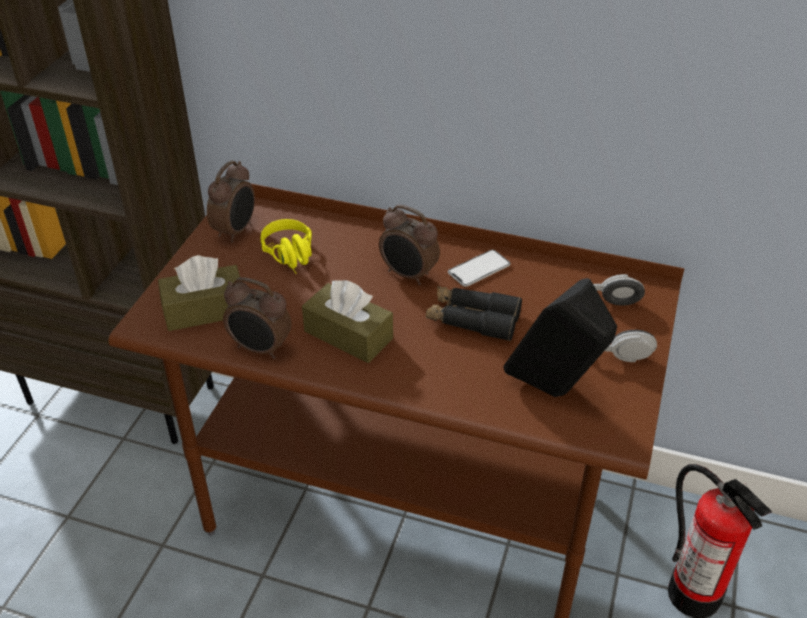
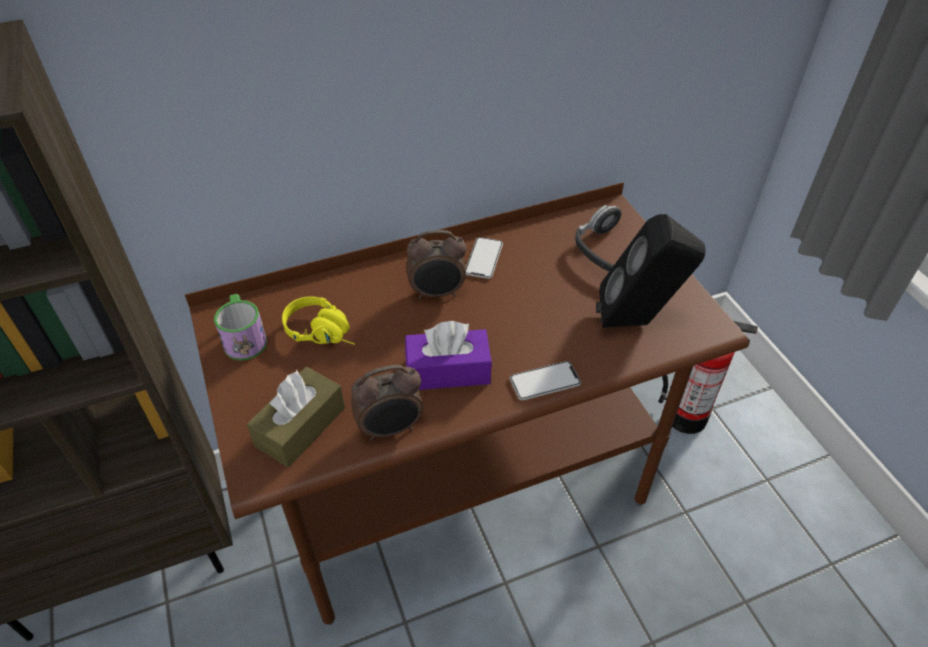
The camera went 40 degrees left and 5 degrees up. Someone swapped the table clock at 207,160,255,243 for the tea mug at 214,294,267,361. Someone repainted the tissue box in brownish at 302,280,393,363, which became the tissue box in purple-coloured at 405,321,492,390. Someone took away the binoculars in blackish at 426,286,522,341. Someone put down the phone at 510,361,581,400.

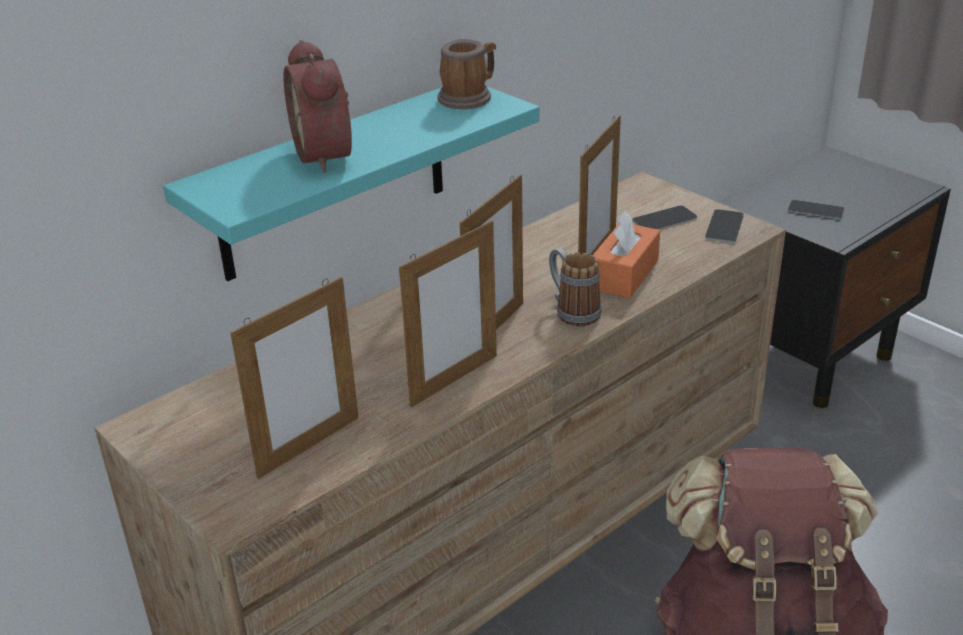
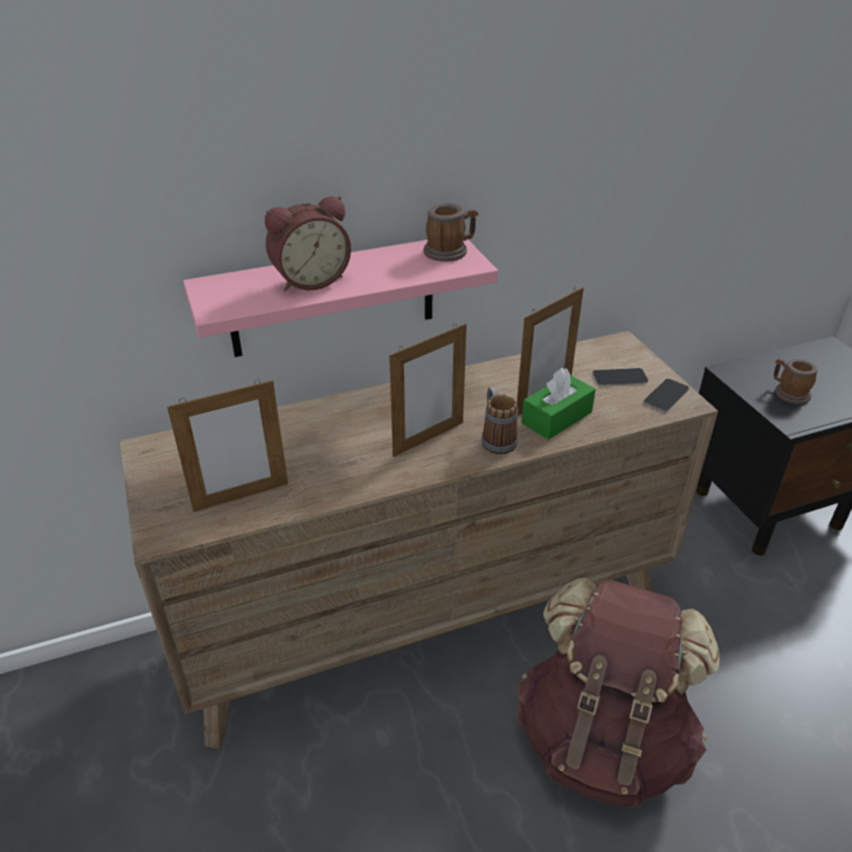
The camera went 20 degrees right and 5 degrees up. Someone rotated the table clock at 283,40,352,173 by 120 degrees counterclockwise. Someone repainted the shelf in blue-green at 163,86,539,281, which became the shelf in pink-coloured at 183,239,498,357. Someone swapped the phone at 788,200,844,219 for the tea mug at 774,359,818,404. Someone repainted the tissue box in orange at 593,211,660,298, which became the tissue box in green-coloured at 521,368,596,440. Someone took away the picture frame at 399,220,497,408.

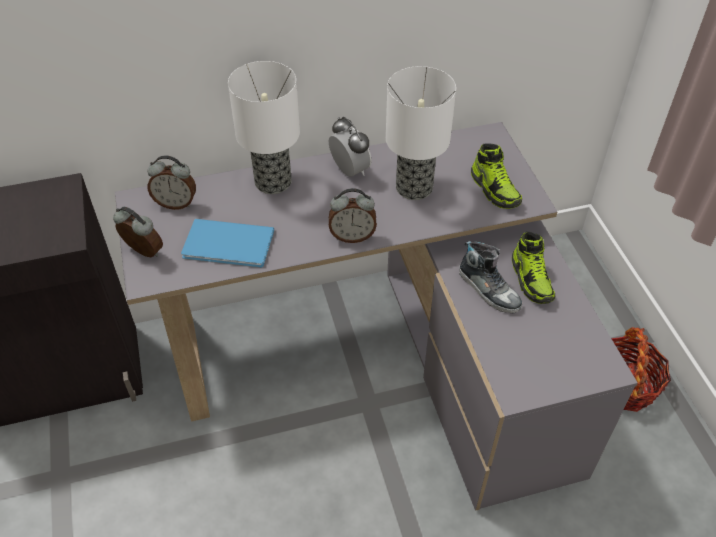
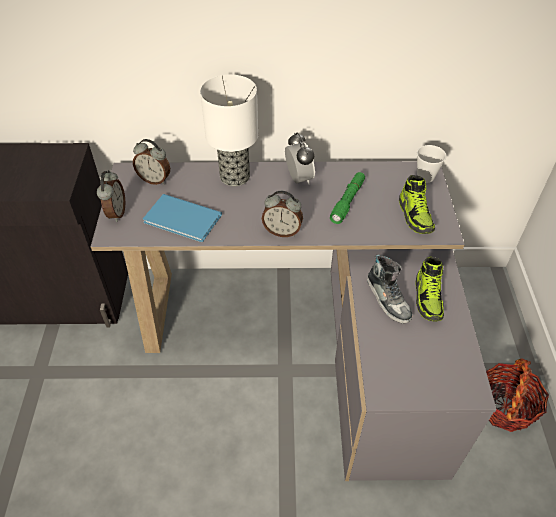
The camera went 15 degrees right and 0 degrees up. Someone swapped the tabletop lamp at 386,66,456,200 for the flashlight in green-coloured at 330,172,365,224. Someone rotated the table clock at 113,207,163,257 by 45 degrees clockwise. Someone put down the cup at 417,145,446,183.

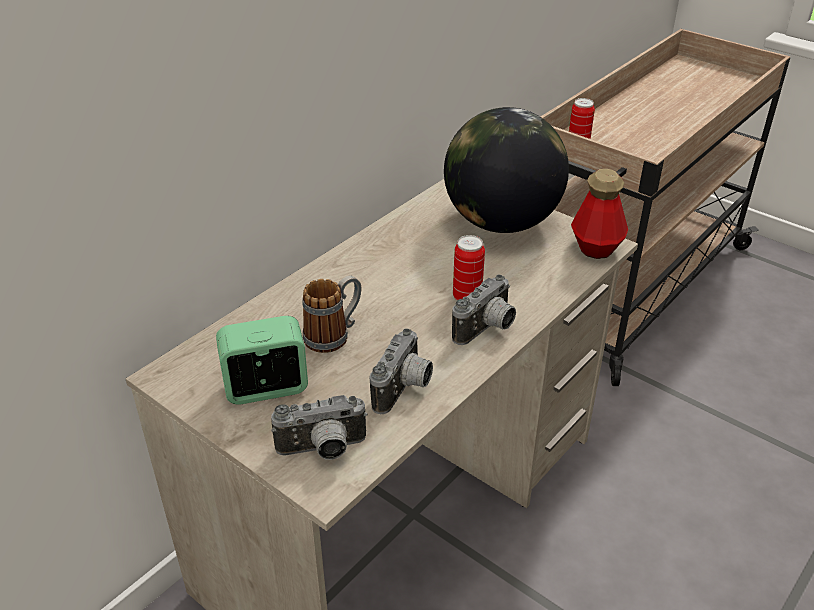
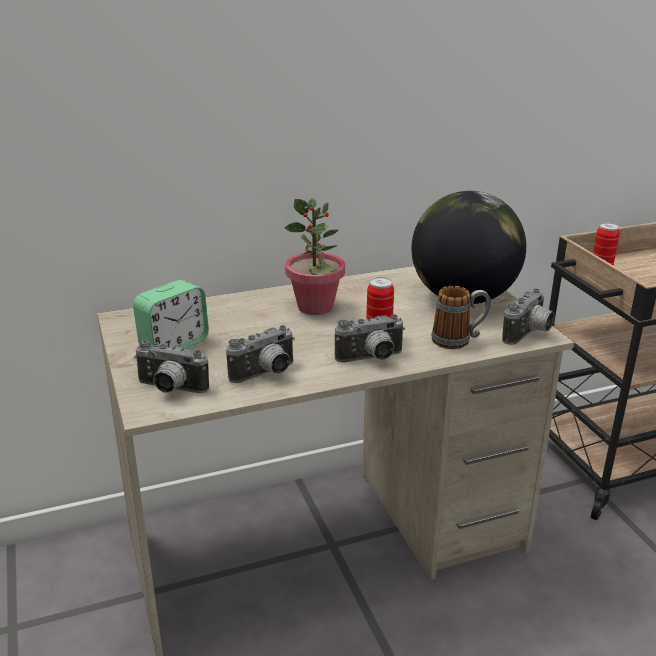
The camera went 30 degrees right and 10 degrees down. Someone swapped the bottle at 571,169,628,259 for the photo camera at 502,288,554,345. Someone carried the tea mug from 303,276,361,353 to 431,286,491,349. Someone rotated the table clock at 216,316,308,405 by 120 degrees clockwise. Someone put down the potted plant at 285,198,345,315.

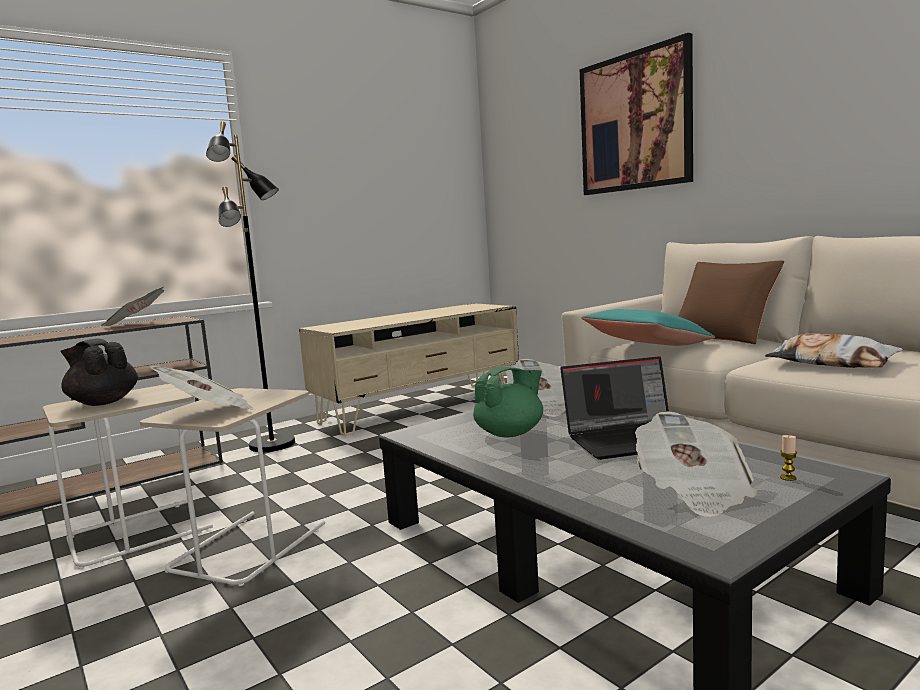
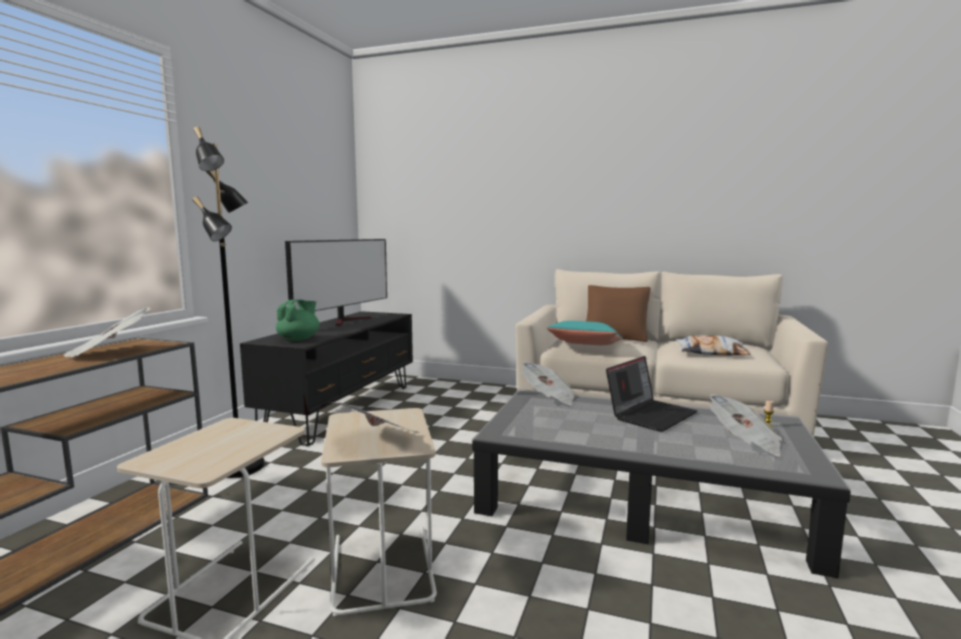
The camera went 35 degrees left and 0 degrees up. Someone took away the picture at 580,33,693,195. Someone repainted the tv unit in beige at 299,303,519,436, which became the tv unit in blackish at 240,311,413,446. Someone took away the teapot in blackish at 60,338,138,406. Someone carried the teapot in green-coloured from 473,367,543,437 to 276,299,320,341. Someone put down the television at 285,239,387,326.

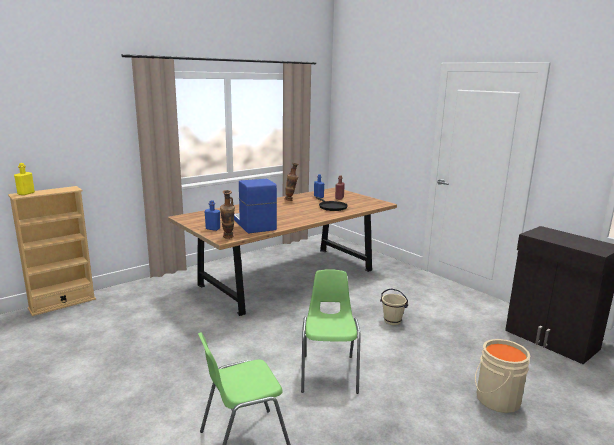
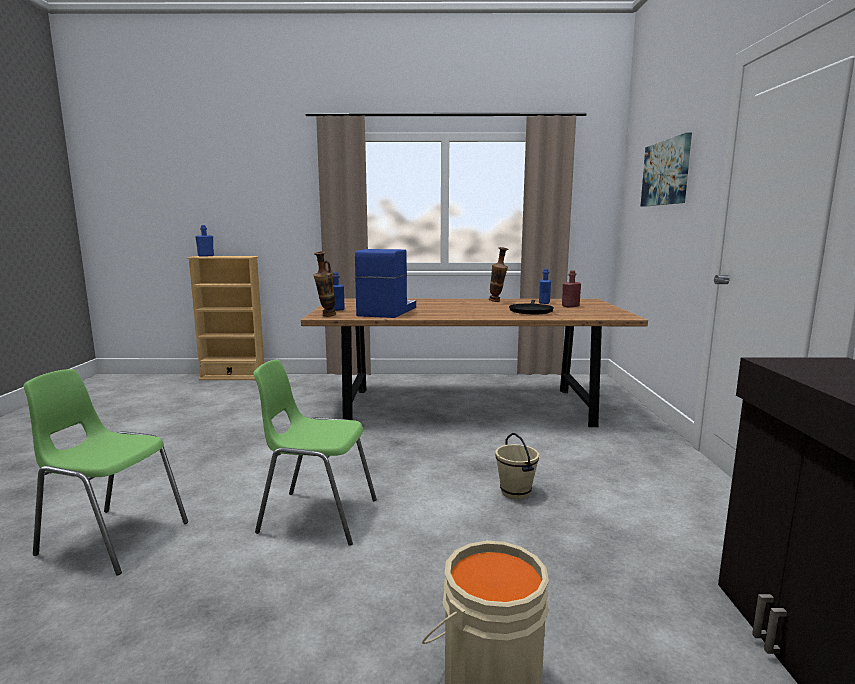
The camera went 40 degrees right and 5 degrees down. Someone repainted the bottle in yellow at 14,163,35,195, which became the bottle in blue-coloured at 196,225,214,257. Someone rotated the plain chair in green-coloured at 301,269,361,394 by 120 degrees counterclockwise. Someone put up the picture at 640,133,692,207.

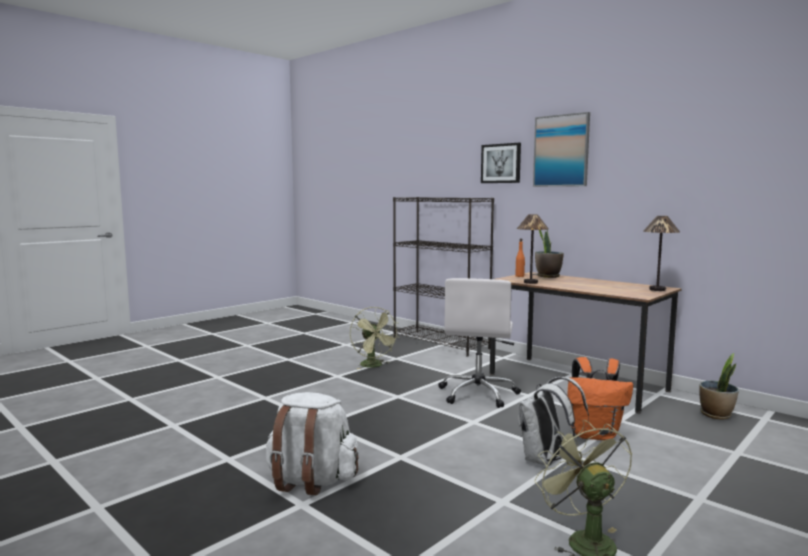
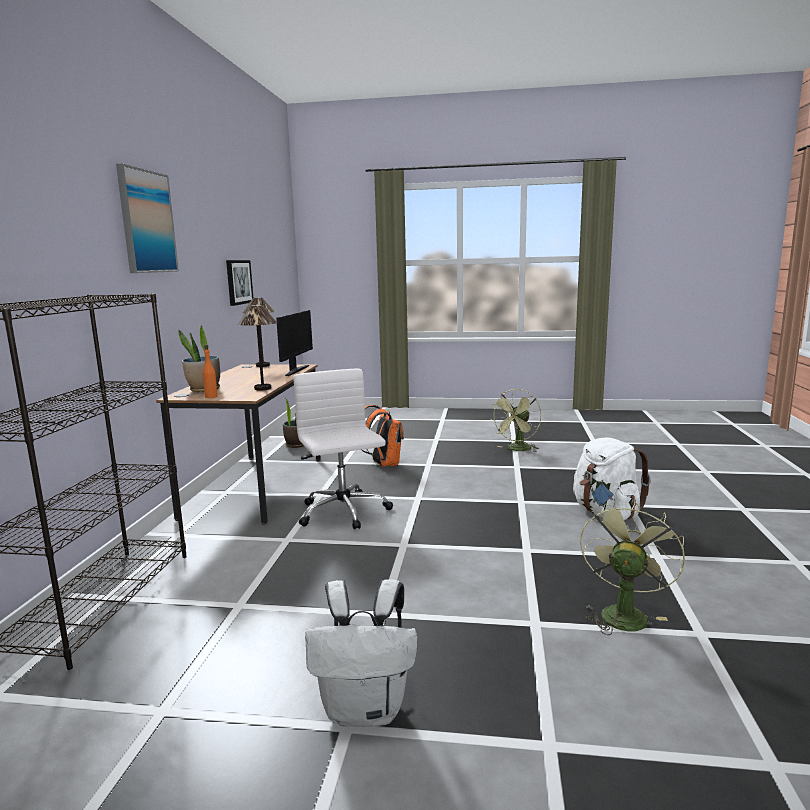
The camera went 125 degrees left and 5 degrees up. Someone carried the picture from 481,143,521,183 to 226,260,253,306. Someone rotated the computer chair in whitish at 438,278,521,408 by 90 degrees counterclockwise. Someone carried the cooling fan in green-coloured from 350,307,399,369 to 580,500,685,635. Someone carried the knapsack in whitish from 518,377,589,466 to 305,579,417,727. Someone put down the computer display at 276,310,313,376.

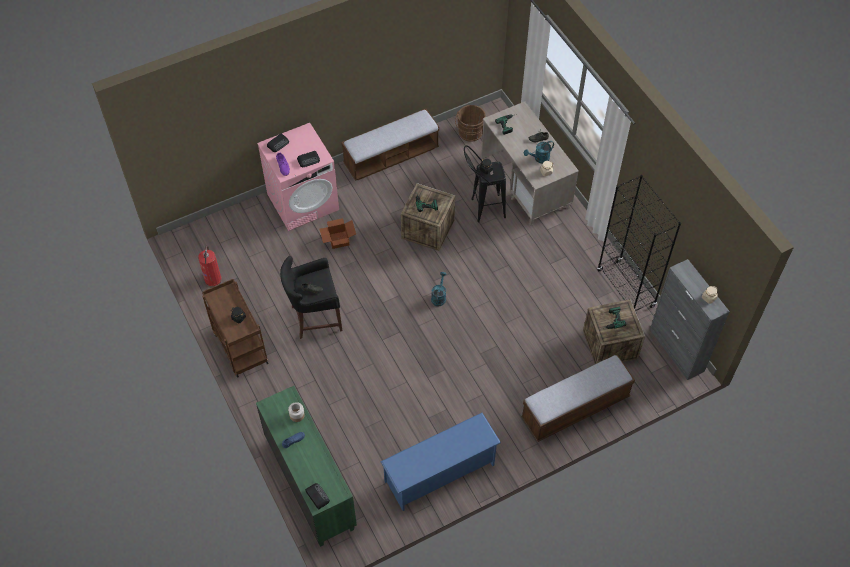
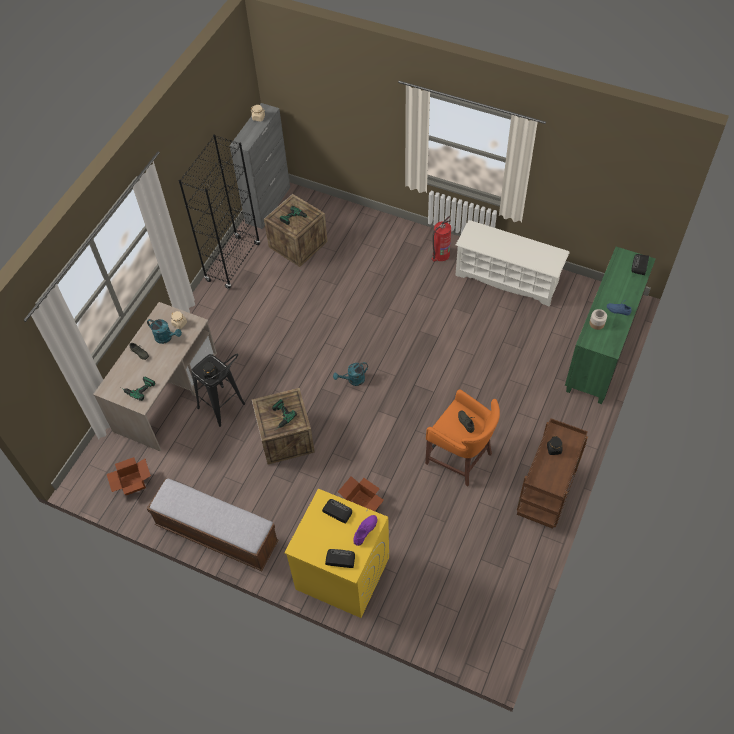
The camera went 125 degrees left and 0 degrees up. Someone swapped the bucket in brownish at 455,105,486,142 for the carton at 107,457,151,495. Someone repainted the laundry machine in pink-coloured at 257,123,339,231, which became the laundry machine in yellow at 284,489,389,618. Someone carried the fire-fighting cylinder from 198,245,222,286 to 432,216,451,261. Someone repainted the sitting stool in blackish at 280,256,342,339, which became the sitting stool in orange at 425,389,500,487. Someone took away the bench at 521,355,635,442. Someone repainted the shoe rack in blue-coloured at 381,413,501,511, which became the shoe rack in whitish at 455,220,570,307.

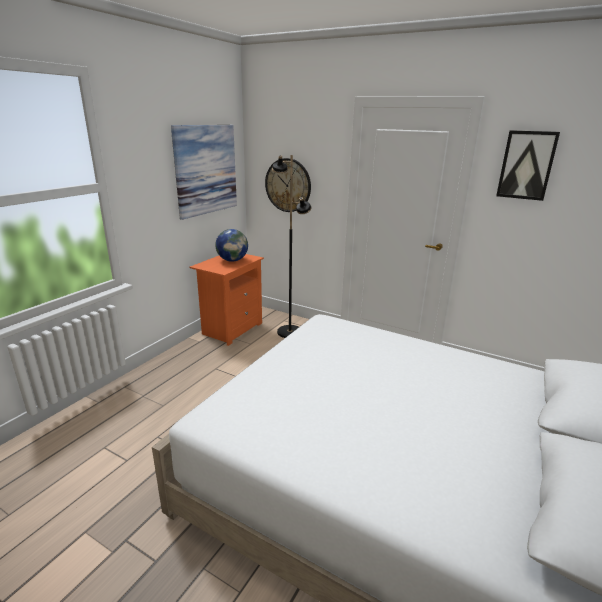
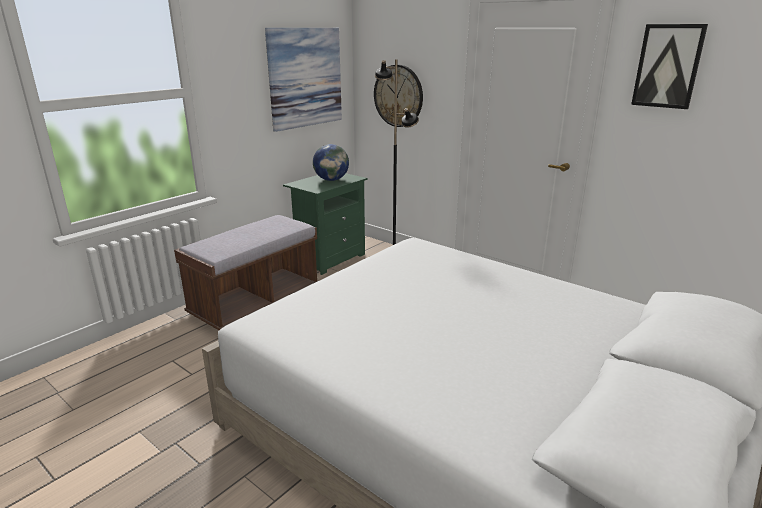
The camera went 10 degrees right and 0 degrees up. Someone repainted the nightstand in orange at 190,254,264,346, which became the nightstand in green-coloured at 283,173,367,275. Someone put down the bench in brownish at 174,215,318,330.

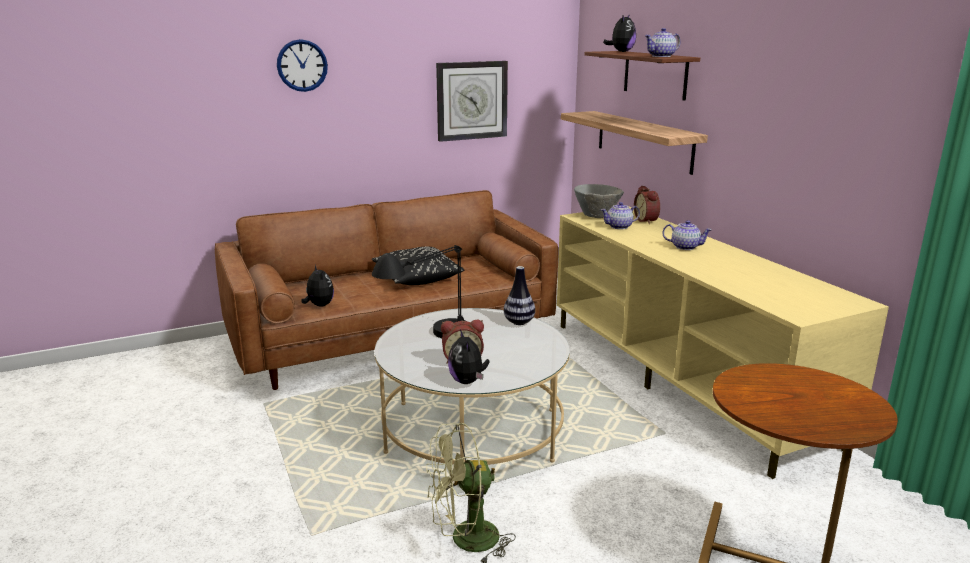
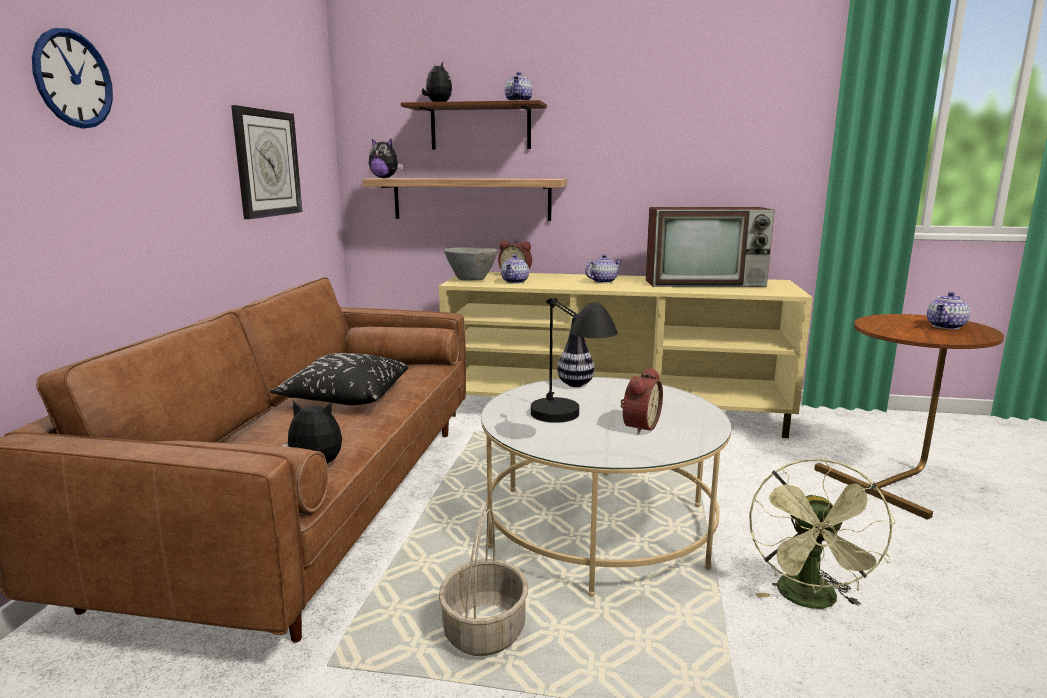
The camera went 55 degrees left and 5 degrees down. Someone carried the plush toy from 448,329,490,384 to 369,139,403,178. Someone put down the television at 646,207,775,287. Someone put down the teapot at 927,292,970,330. Someone put down the basket at 438,508,528,656.

